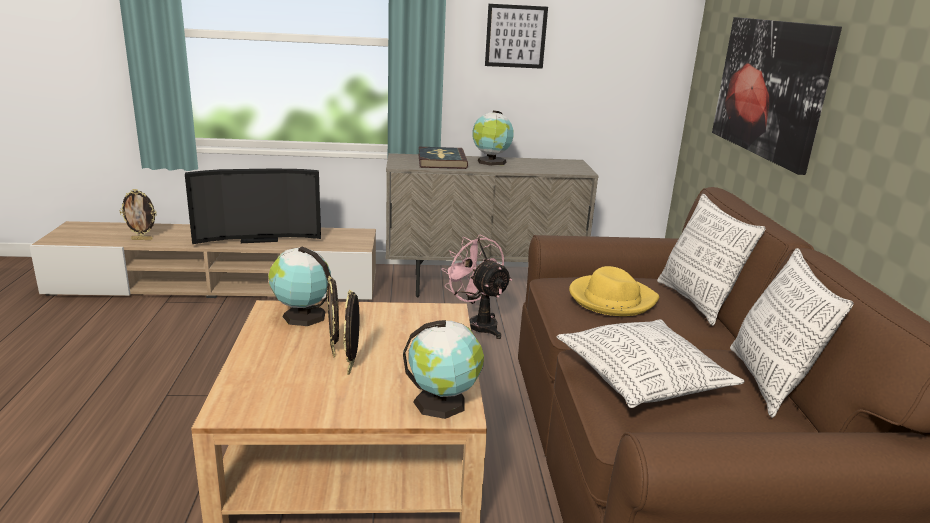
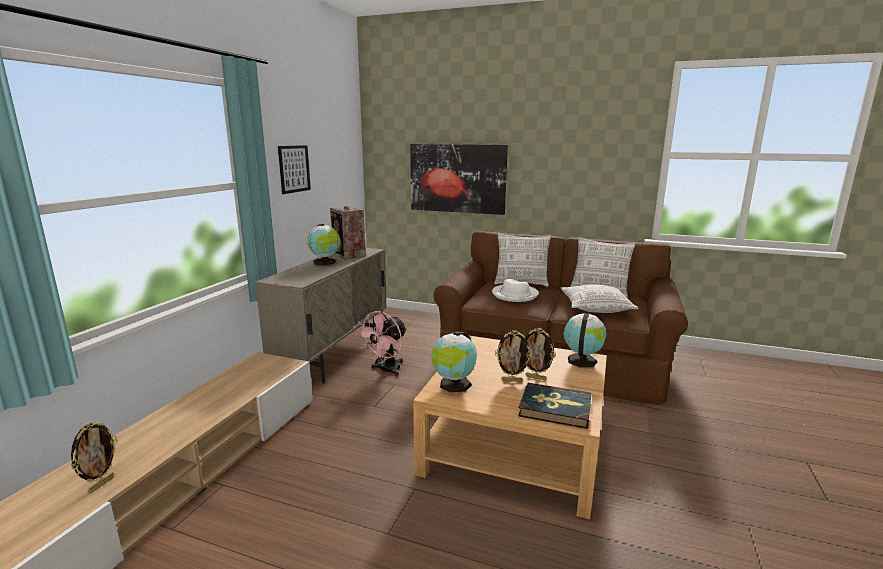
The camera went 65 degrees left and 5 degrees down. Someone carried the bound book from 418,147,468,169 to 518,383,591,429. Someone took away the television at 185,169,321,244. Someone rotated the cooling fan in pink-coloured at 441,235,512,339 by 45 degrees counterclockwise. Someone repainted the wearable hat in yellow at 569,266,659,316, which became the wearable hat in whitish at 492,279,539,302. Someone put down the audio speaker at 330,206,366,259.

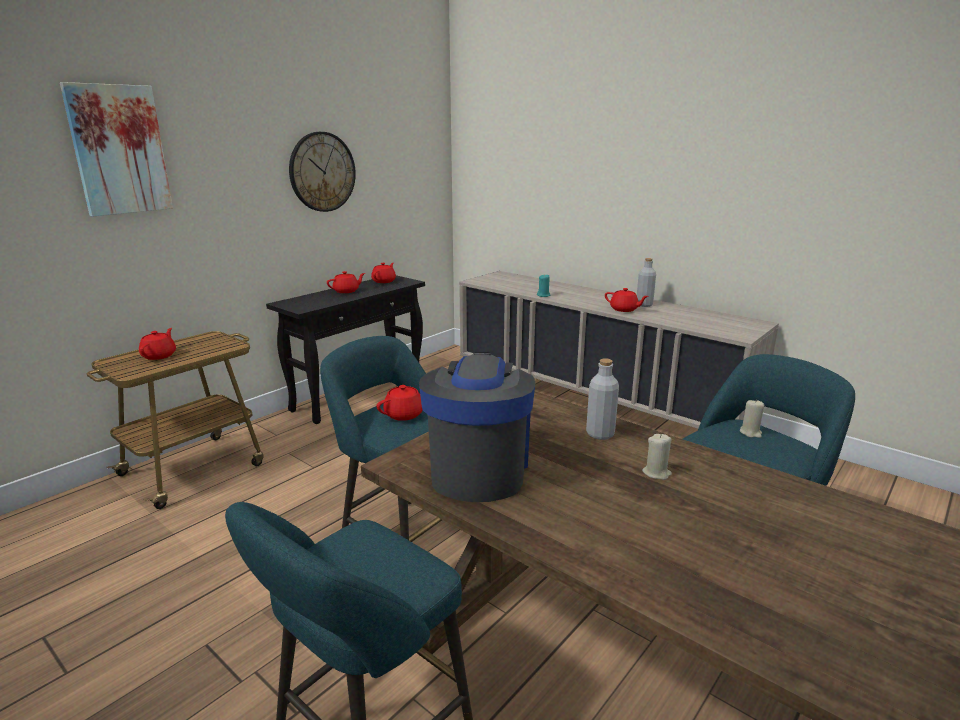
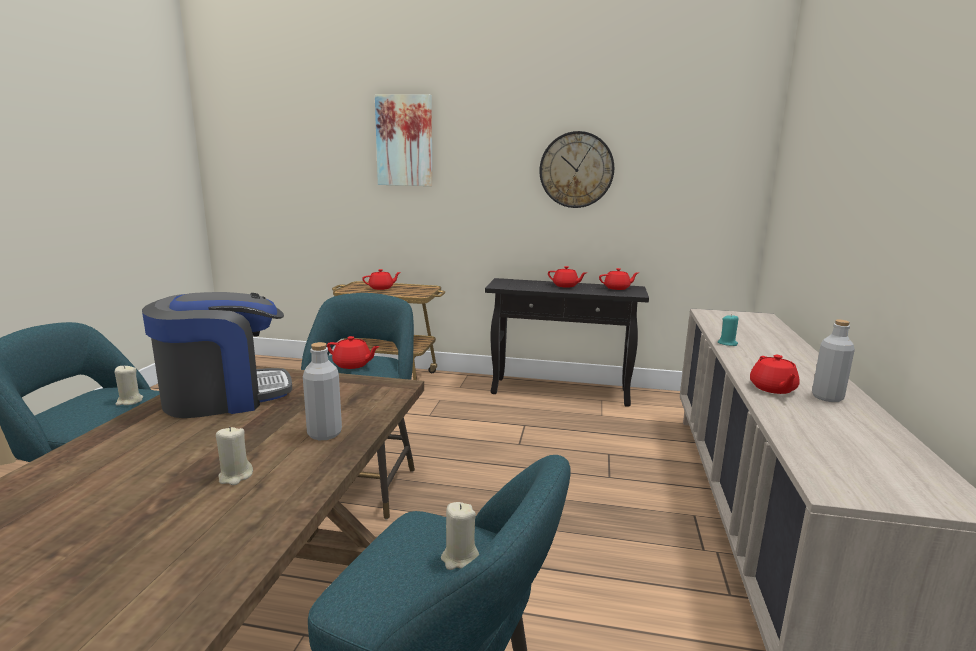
The camera went 60 degrees right and 5 degrees down. Someone put down the wax light in beige at 115,365,143,406.

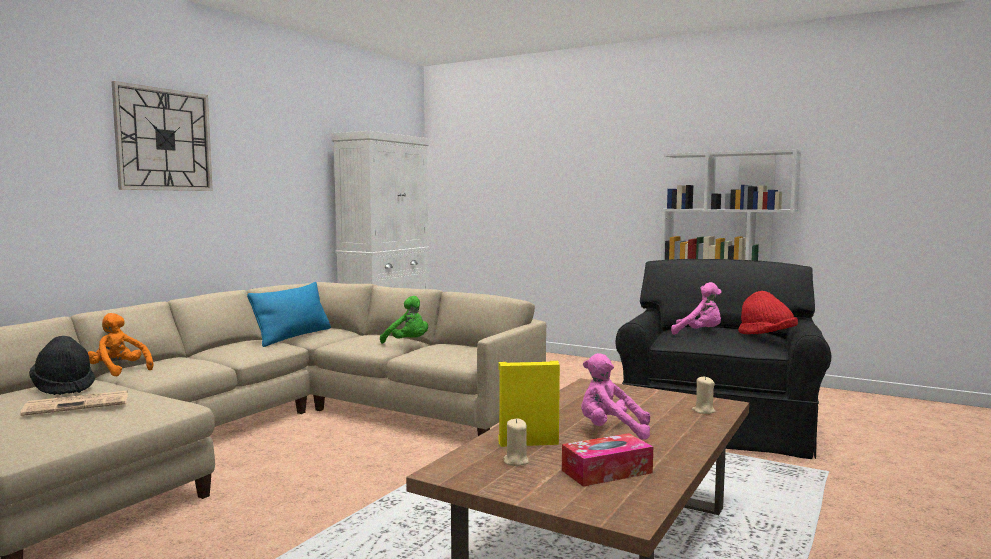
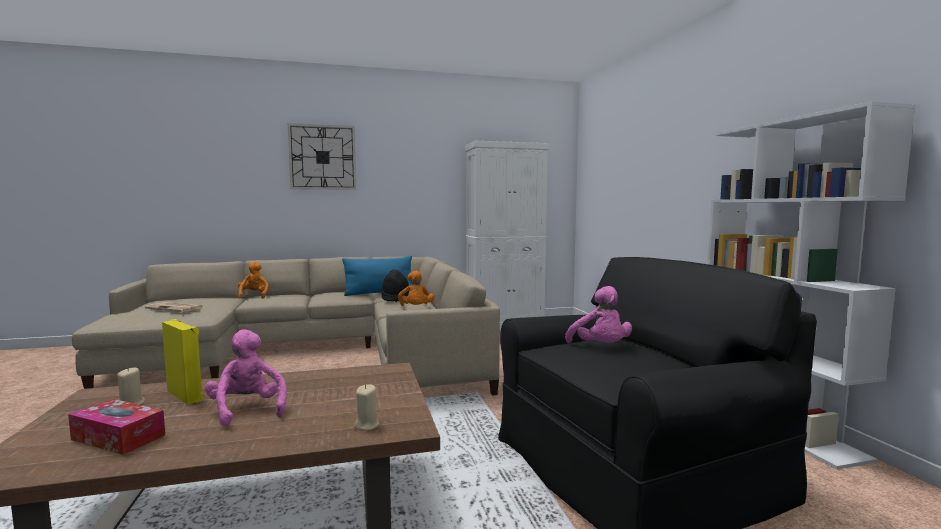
The camera went 45 degrees right and 0 degrees up. Someone took away the wearable hat in reddish at 738,291,798,334. Someone repainted the plush toy in green-coloured at 380,296,428,344, which became the plush toy in orange at 398,271,434,306. Someone carried the wearable hat in blackish from 29,336,95,395 to 382,270,410,302.

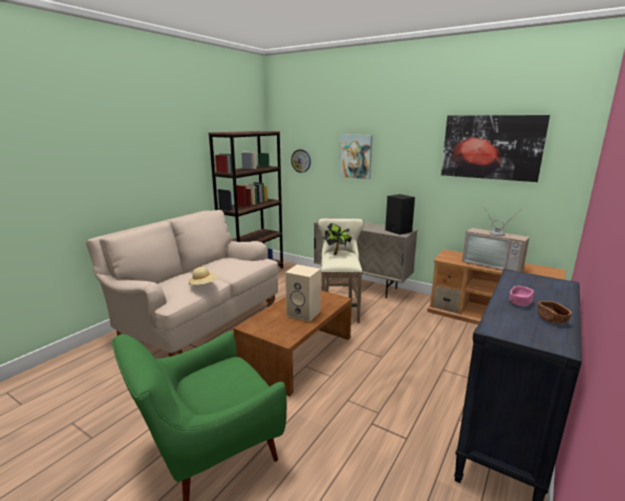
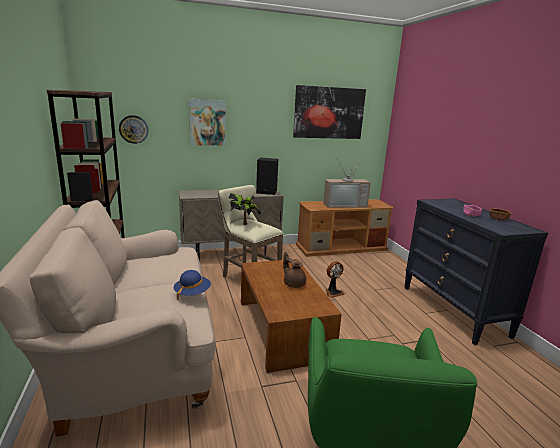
The camera went 50 degrees left and 0 degrees up. Someone swapped the audio speaker in beige at 285,265,321,322 for the teapot in brownish at 283,252,306,288. Someone repainted the wearable hat in beige at 189,267,217,286, which became the wearable hat in blue-coloured at 174,270,211,301. Someone put down the cooling fan at 326,261,344,298.

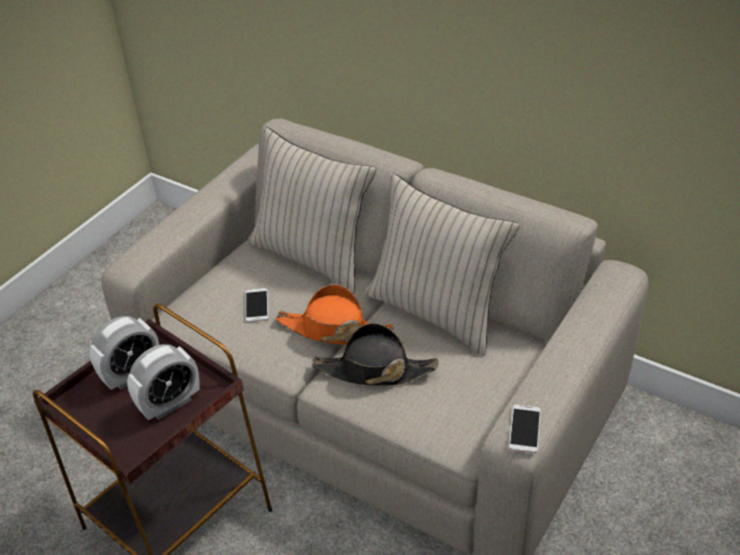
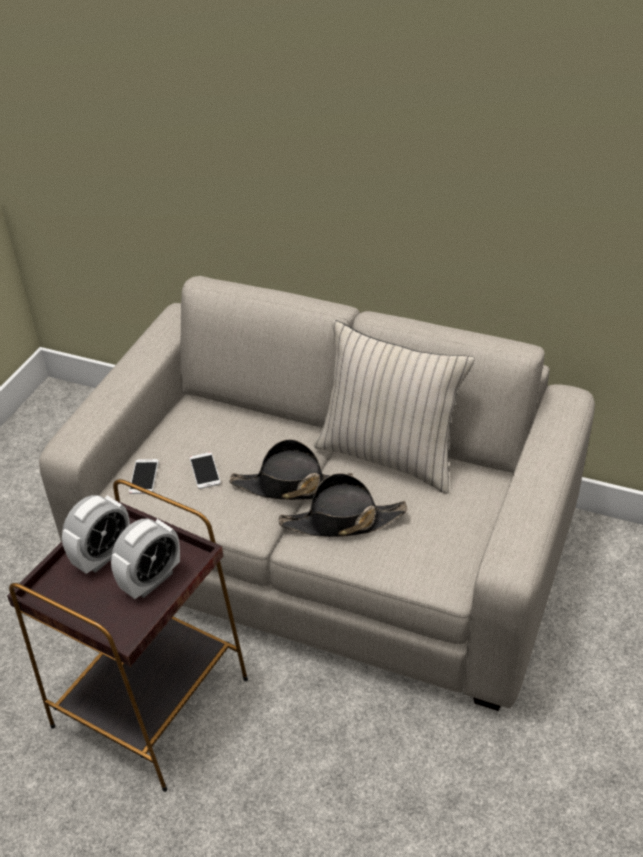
The camera went 10 degrees left and 0 degrees up. Someone took away the pillow in beige at 248,127,376,294. Someone repainted the wearable hat in orange at 275,284,394,345, which became the wearable hat in blackish at 229,439,353,500. Someone carried the phone from 509,405,541,453 to 129,459,159,494.

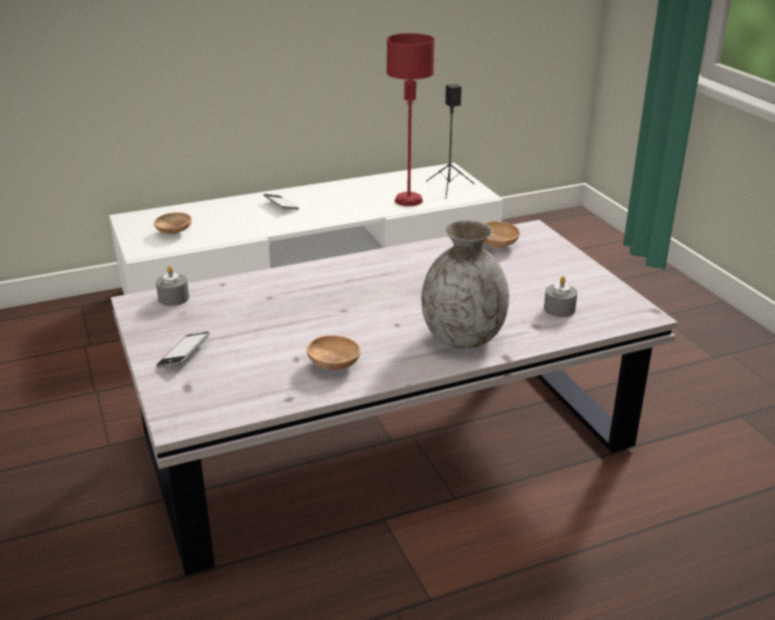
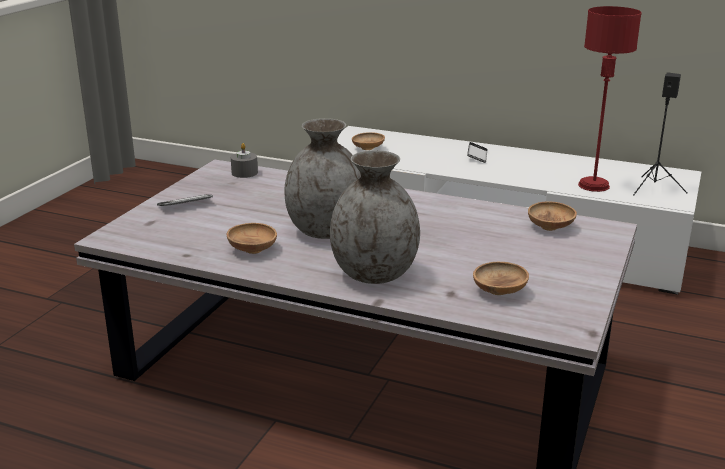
The camera went 45 degrees right and 5 degrees down. Someone swapped the wax light in grey at 544,276,577,317 for the deep dish in brownish at 473,262,529,295. Someone put down the vase in grey at 284,118,361,239.

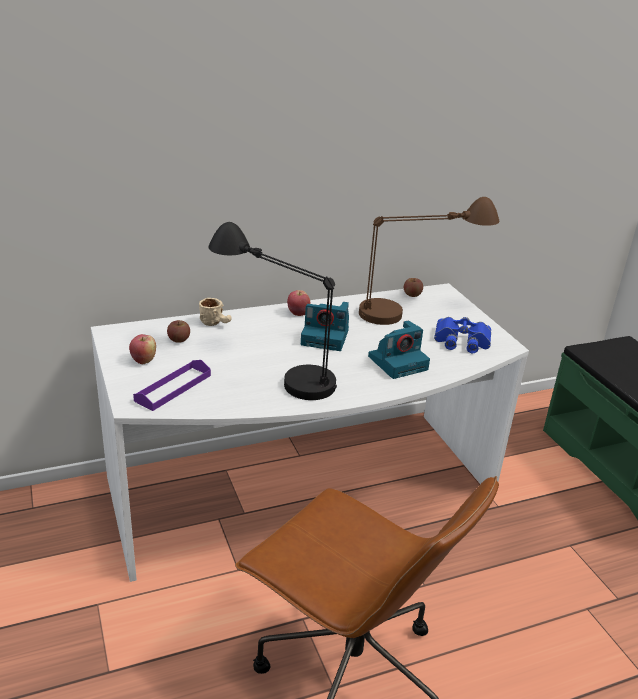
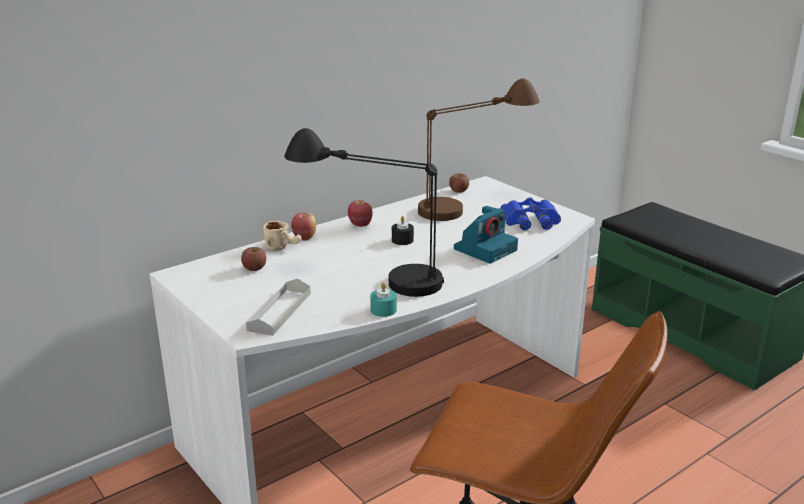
The camera went 15 degrees left and 5 degrees down. Someone swapped the photo camera at 301,302,349,351 for the wax light in blackish at 392,216,414,245. Someone carried the whole apple from 129,334,156,364 to 291,213,316,241. Someone repainted the tray in purple-coloured at 133,360,211,411, which became the tray in grey at 246,279,311,336. Someone put down the wax light in blue-green at 370,282,397,317.

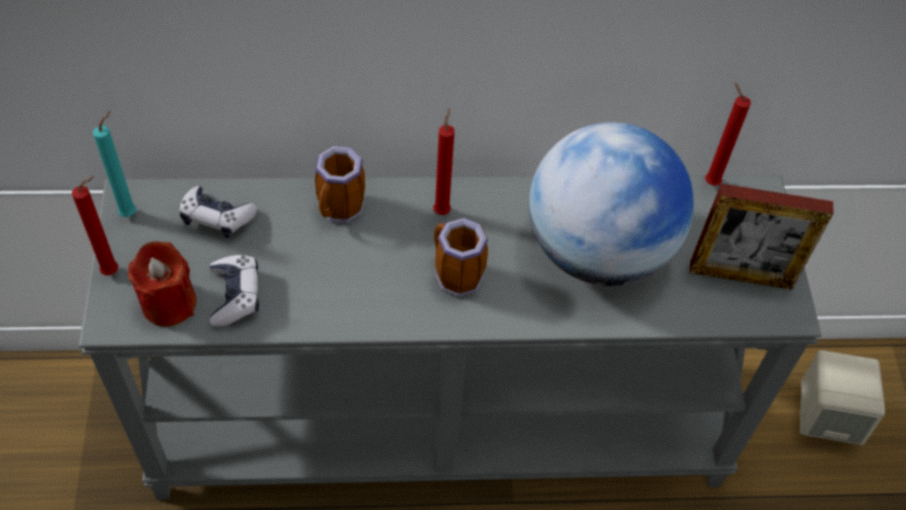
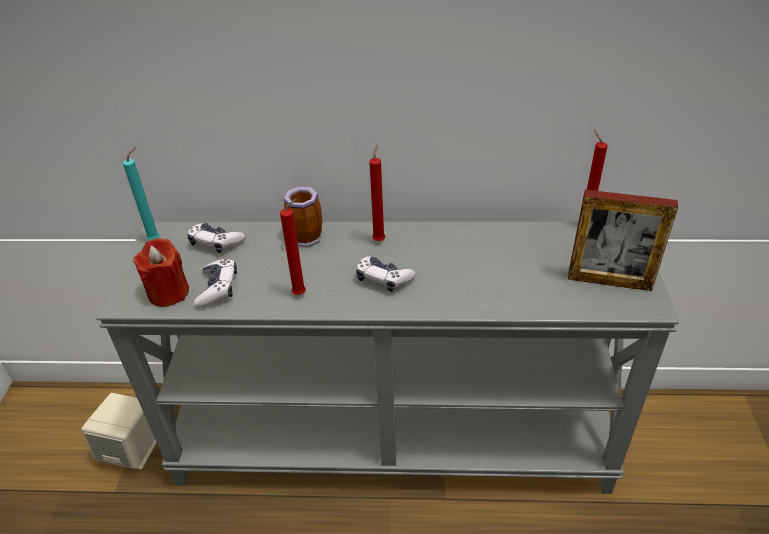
The camera went 10 degrees right and 15 degrees down. Someone took away the desk globe at 529,122,694,286. Someone carried the wax light in reddish from 72,176,118,275 to 280,198,306,295. Someone swapped the tea mug at 434,218,488,297 for the gamepad at 356,256,416,292. Someone carried the audio speaker in beige from 800,350,885,445 to 81,393,157,470.

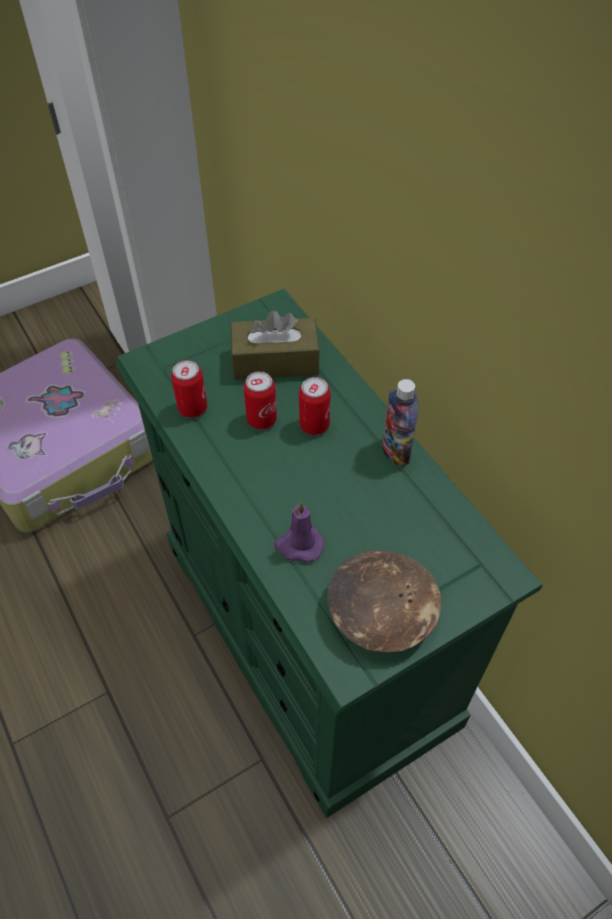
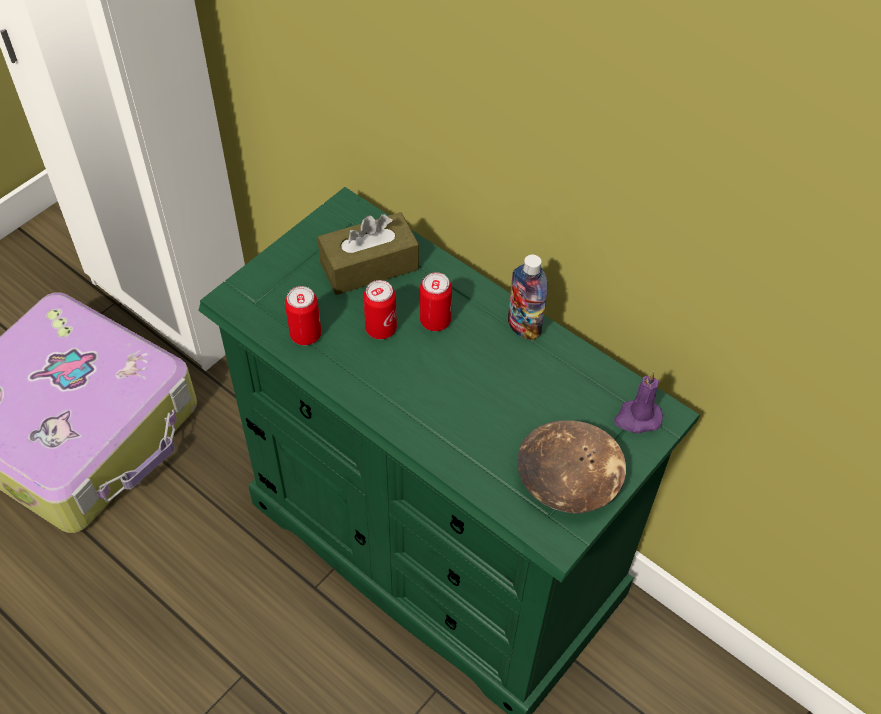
The camera went 20 degrees left and 0 degrees up. Someone carried the wax light in purple-coloured from 274,501,324,563 to 614,372,663,433.

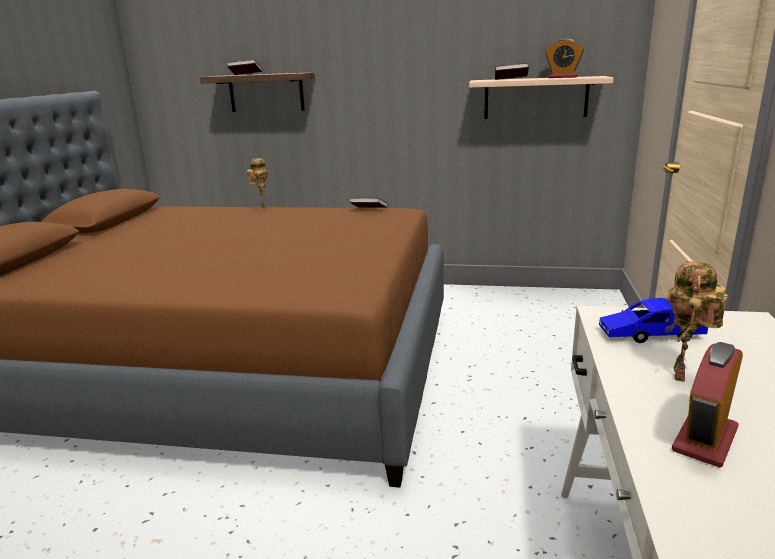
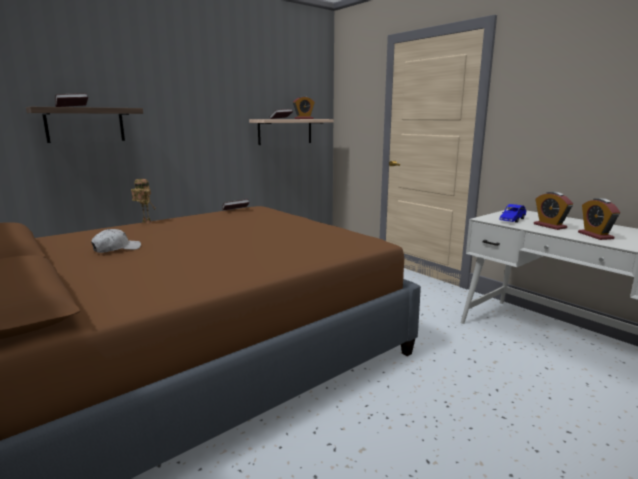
The camera went 50 degrees left and 5 degrees down. Someone swapped the toy robot at 664,262,728,382 for the table clock at 534,192,573,230. Someone put down the cap in whitish at 91,229,141,253.

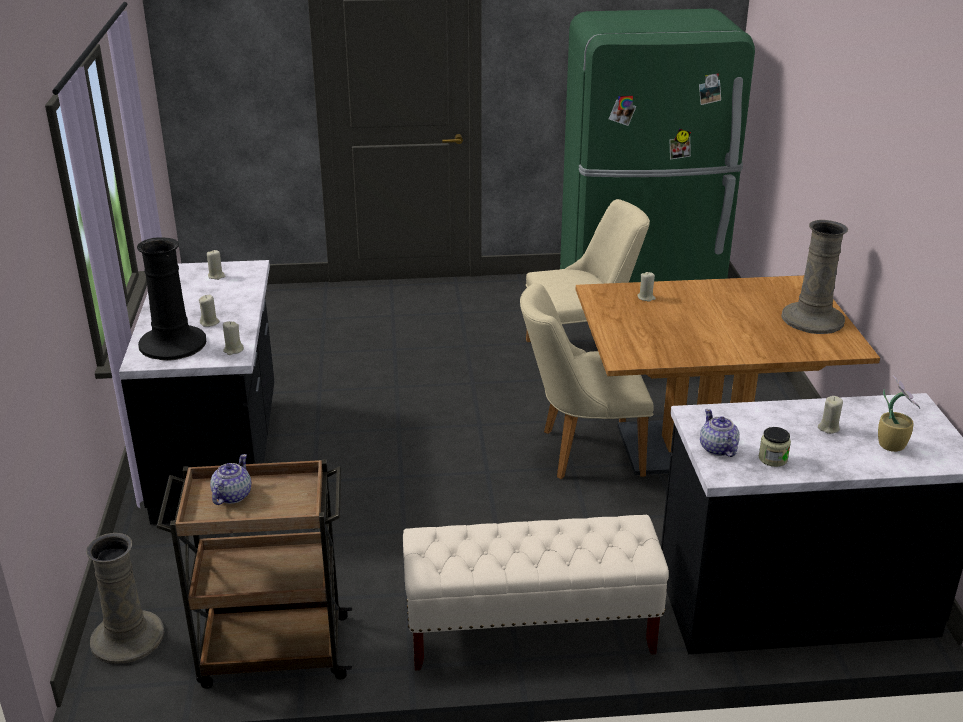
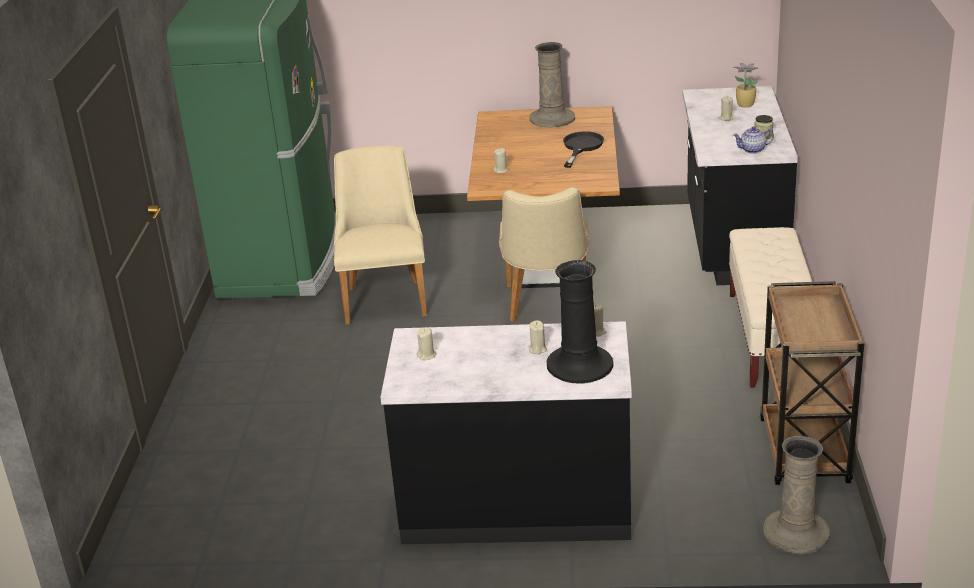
The camera went 80 degrees left and 0 degrees up. Someone took away the teapot at 210,454,251,505. Someone put down the skillet in blackish at 563,131,604,168.

